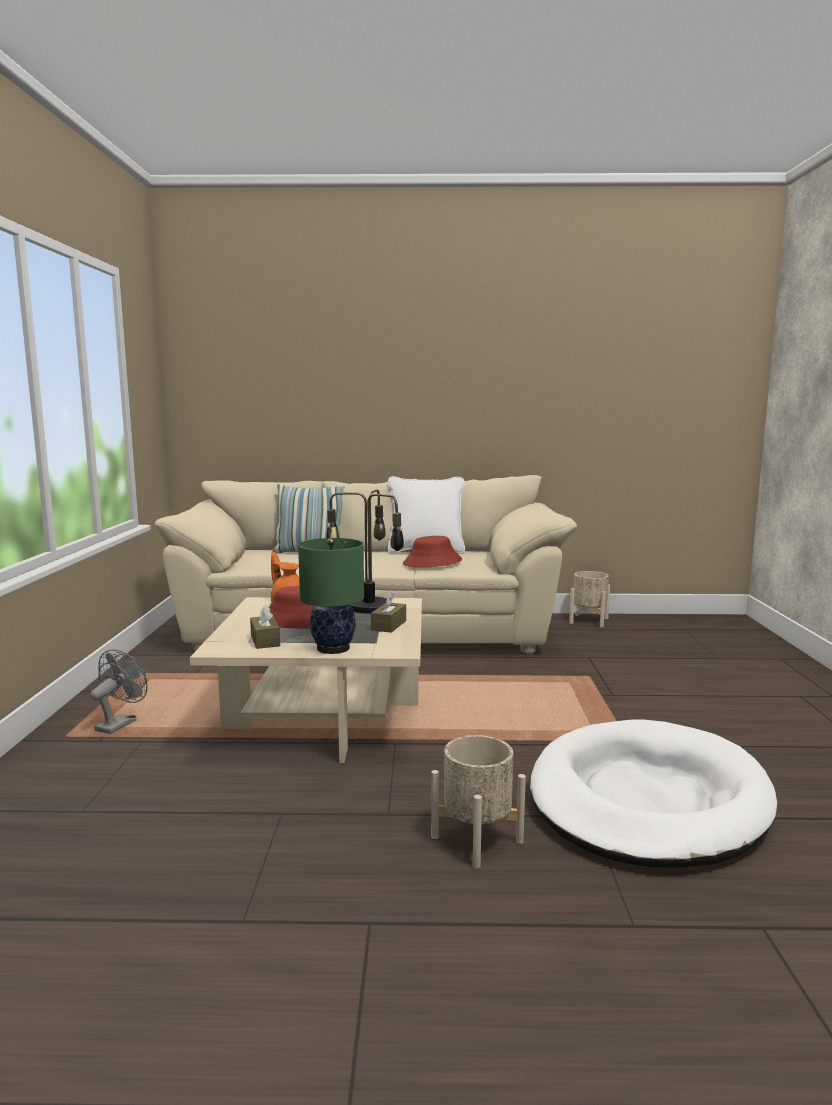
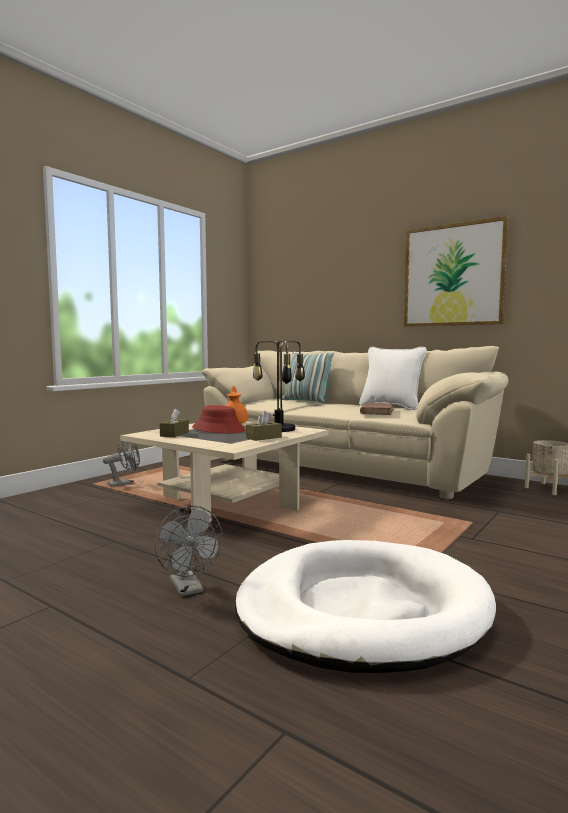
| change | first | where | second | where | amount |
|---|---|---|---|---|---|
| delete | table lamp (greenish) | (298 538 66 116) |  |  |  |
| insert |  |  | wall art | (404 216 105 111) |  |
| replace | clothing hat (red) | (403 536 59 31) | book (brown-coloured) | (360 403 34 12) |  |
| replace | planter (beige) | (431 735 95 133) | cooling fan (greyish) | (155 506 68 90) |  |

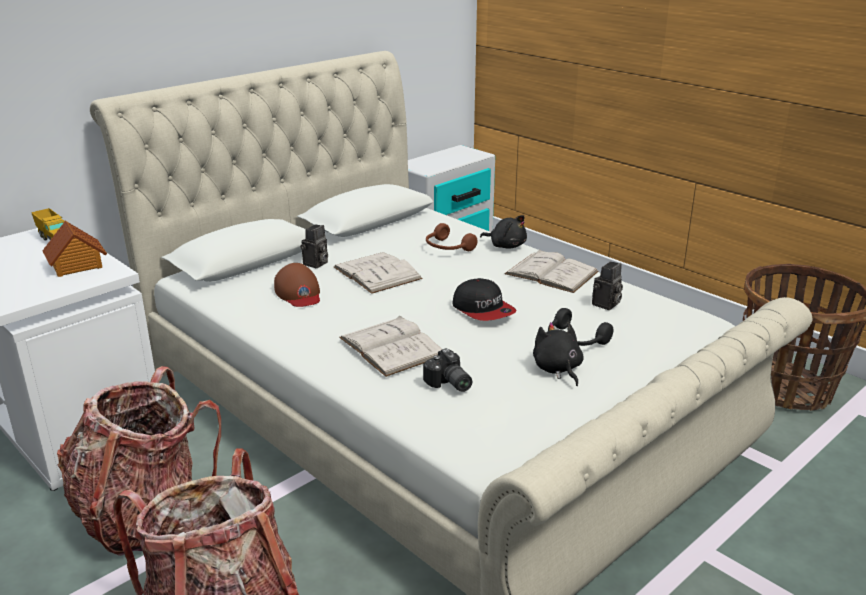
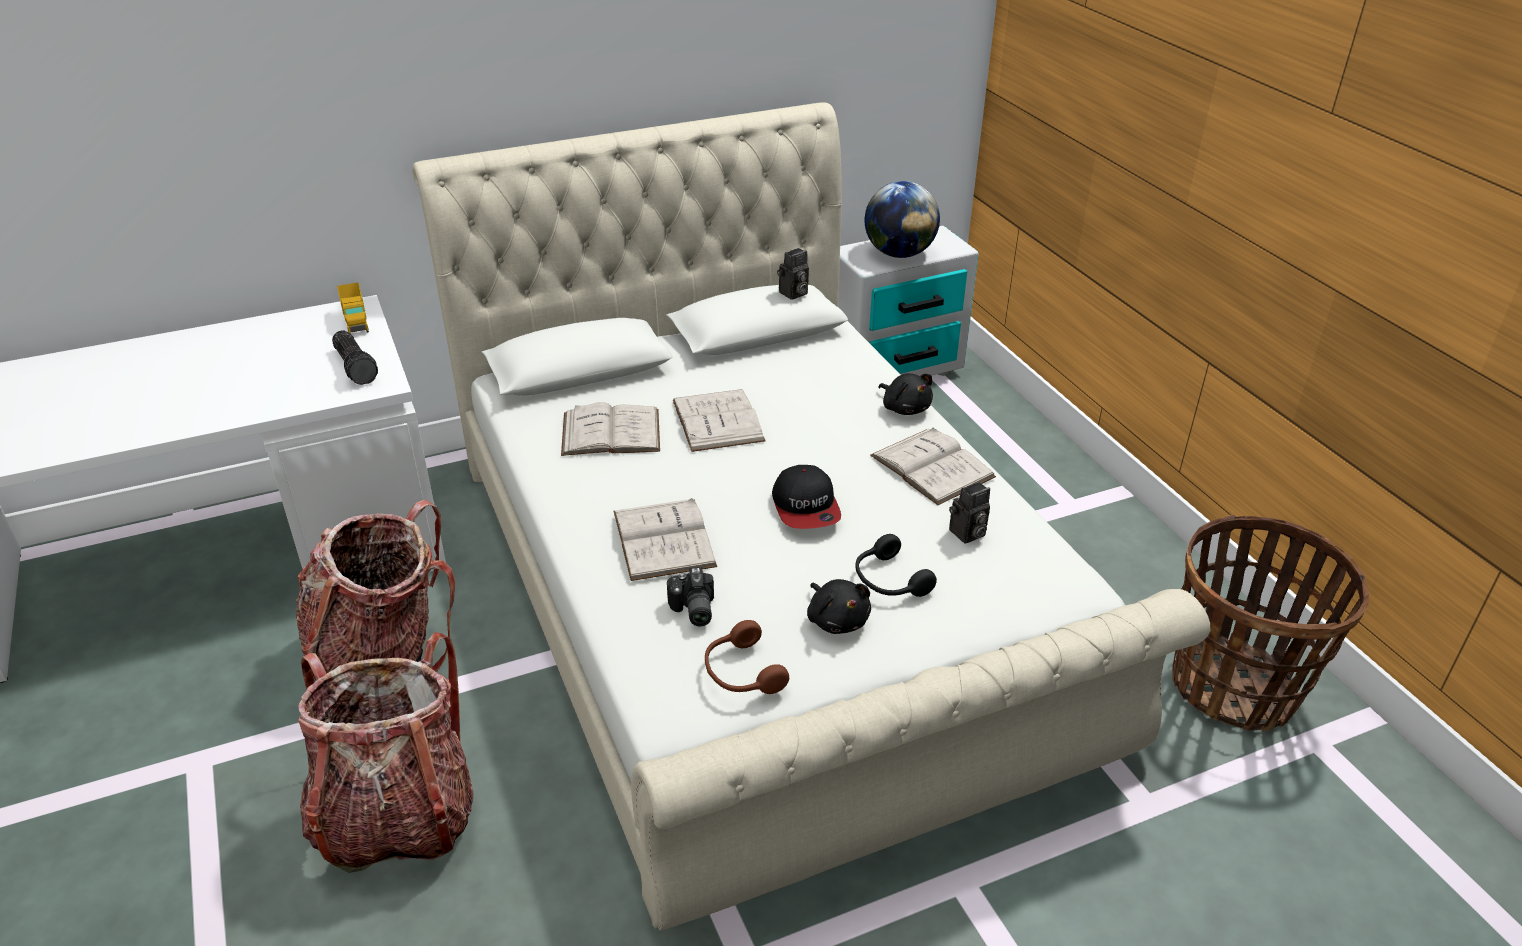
| change | first | where | second | where | amount |
|---|---|---|---|---|---|
| insert |  |  | desk globe | (865 181 75 77) |  |
| move | still camera | (300 224 28 44) |  | (777 248 32 52) |  |
| move | headphones (brown-coloured) | (426 223 52 28) |  | (705 620 84 74) |  |
| replace | miniature house | (42 221 65 56) | torch | (332 331 46 54) |  |
| replace | baseball cap (brown-coloured) | (274 263 46 44) | book (whitish) | (561 402 99 54) |  |
| rotate | plush toy (black) | (533 322 51 64) |  | (807 579 64 55) | 150 degrees clockwise |

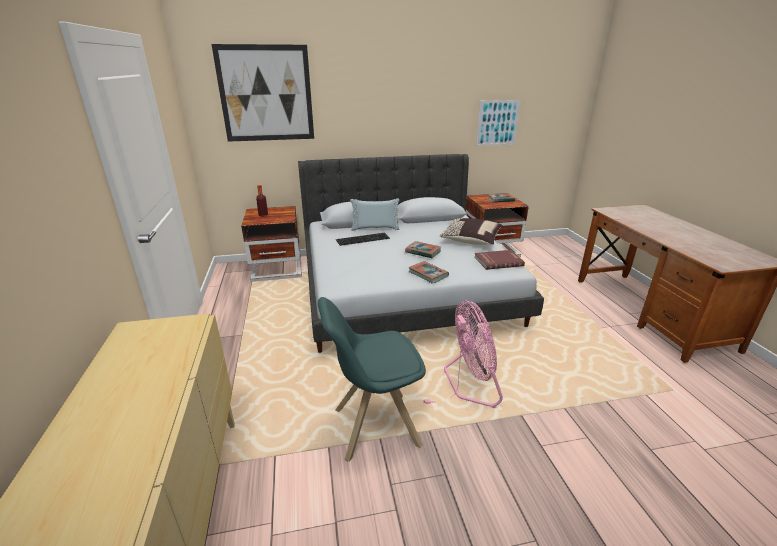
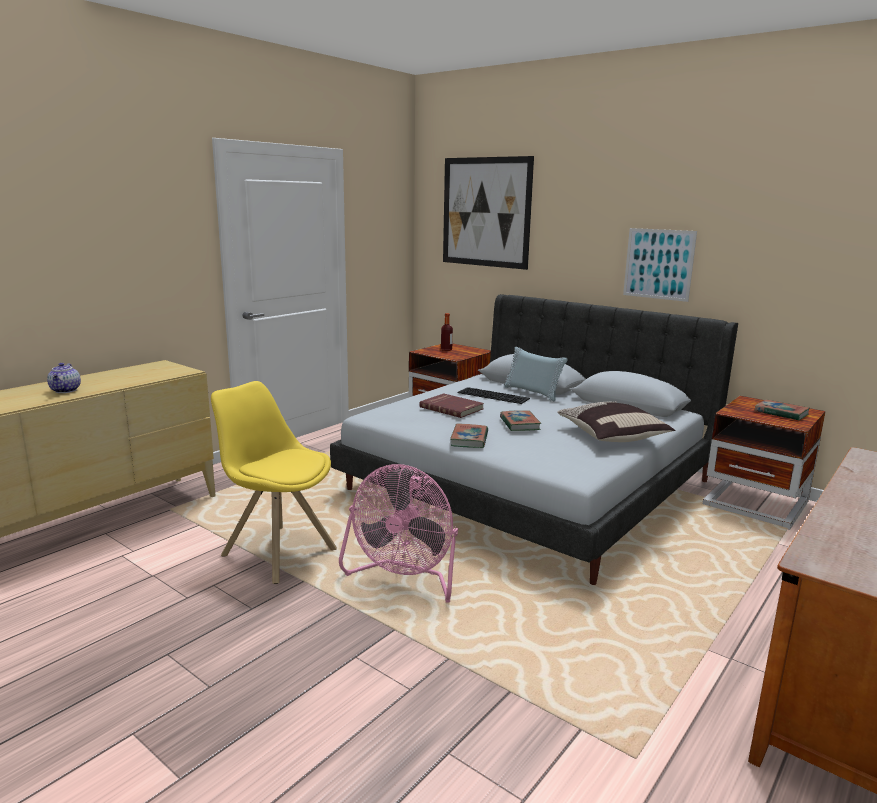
| change | first | where | second | where | amount |
|---|---|---|---|---|---|
| insert |  |  | pot for tea | (47 363 34 30) |  |
| move | book (red) | (475 250 50 20) |  | (419 393 65 25) |  |
| move | wall art | (476 100 45 46) |  | (623 228 74 74) |  |
| recolor | upright chair (turquoise) | (318 297 108 165) | upright chair (yellowish) | (211 381 126 203) |  |
| rotate | cooling fan (pink) | (425 300 78 108) |  | (339 464 119 138) | 75 degrees clockwise |

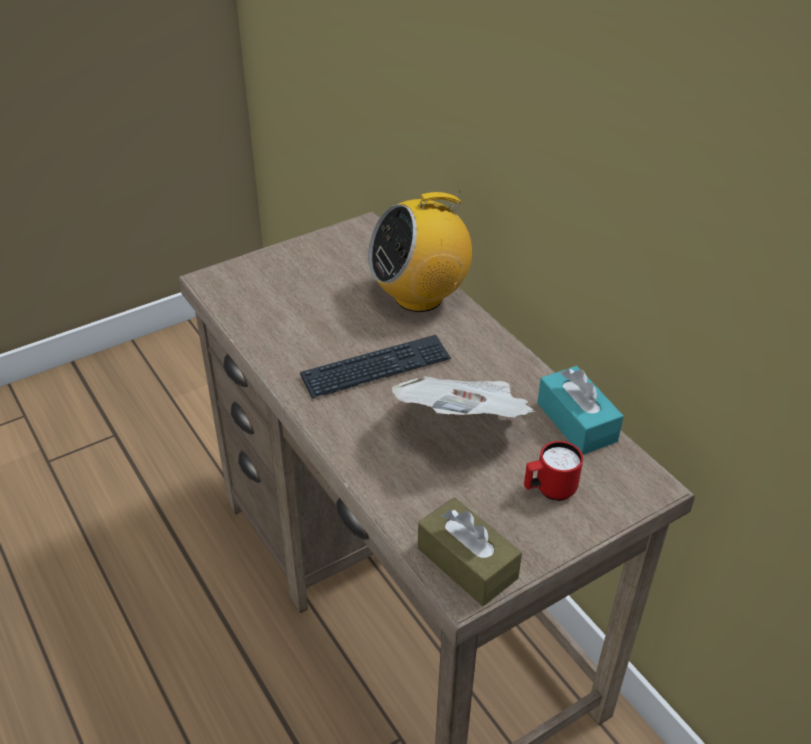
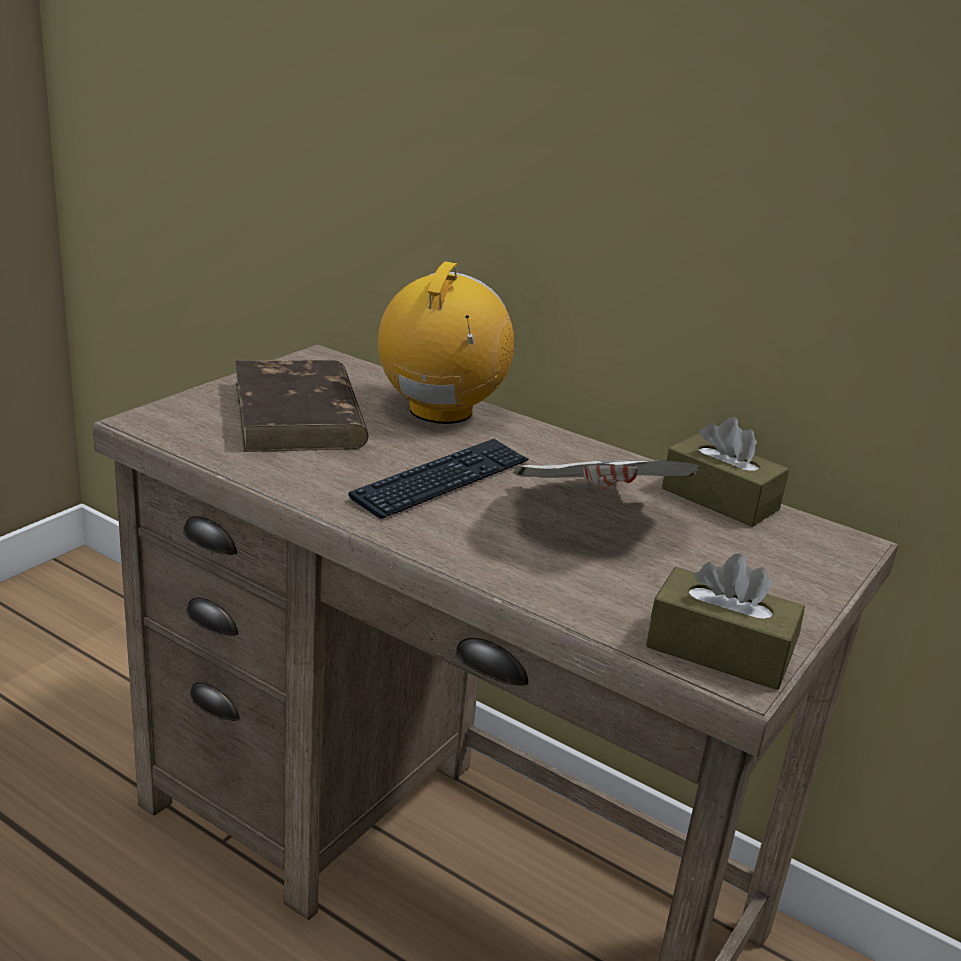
| change | first | where | second | where | amount |
|---|---|---|---|---|---|
| delete | mug (red) | (524 441 59 60) |  |  |  |
| insert |  |  | book (brown-coloured) | (235 360 134 92) |  |
| recolor | tissue box (turquoise) | (537 366 87 89) | tissue box (brown-coloured) | (662 417 127 110) |  |
| rotate | radio set | (368 190 104 122) |  | (378 262 136 162) | 150 degrees clockwise |

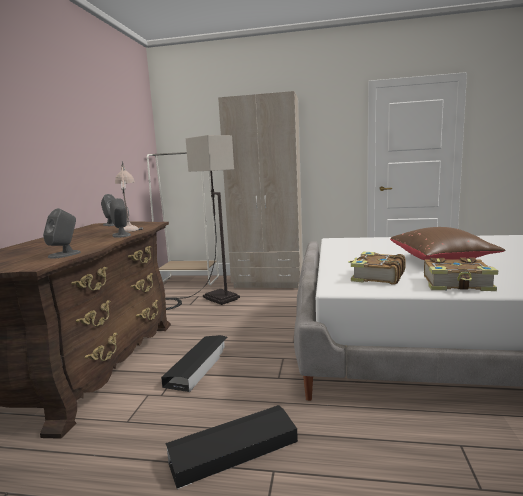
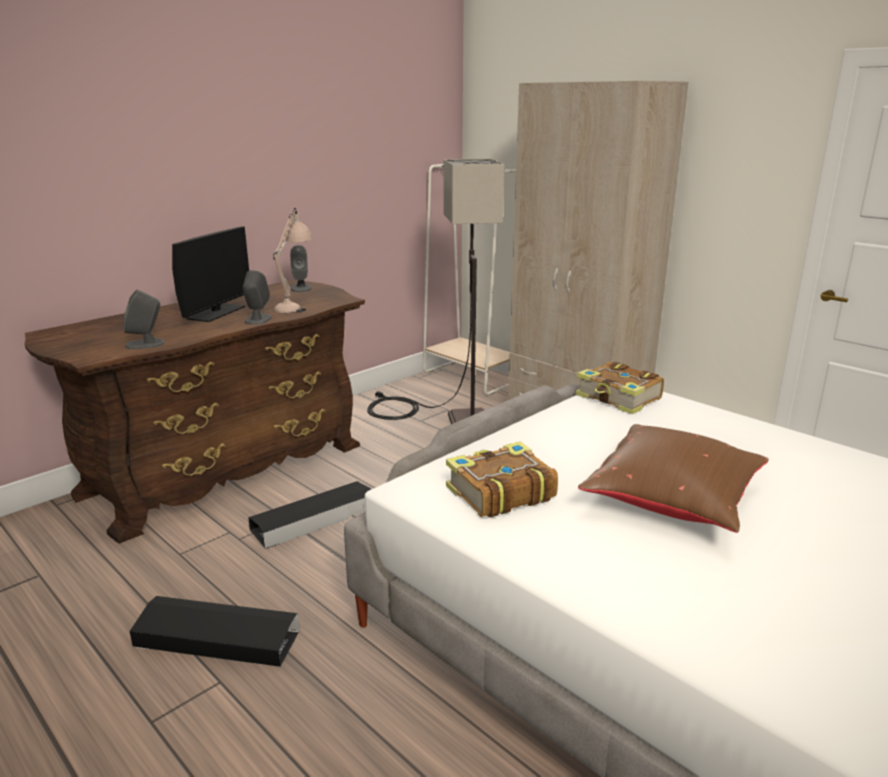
| change | first | where | second | where | amount |
|---|---|---|---|---|---|
| insert |  |  | monitor | (172 226 77 96) |  |
| move | book | (424 258 74 33) |  | (576 362 88 52) |  |

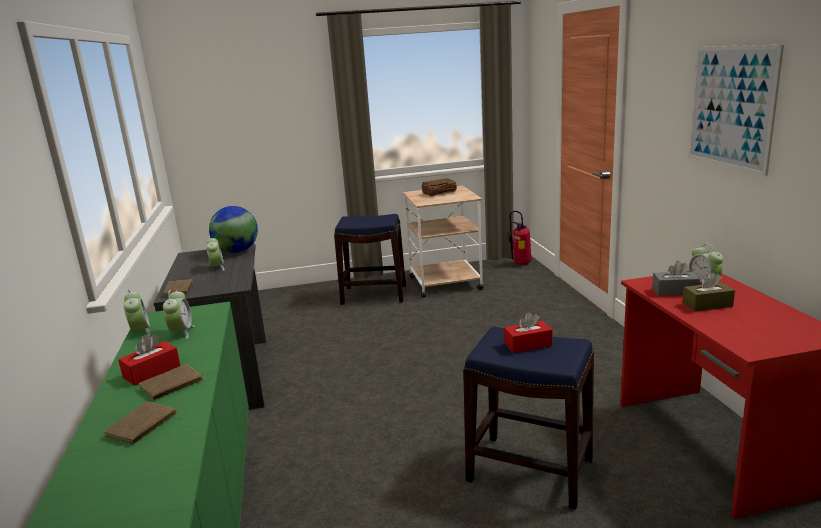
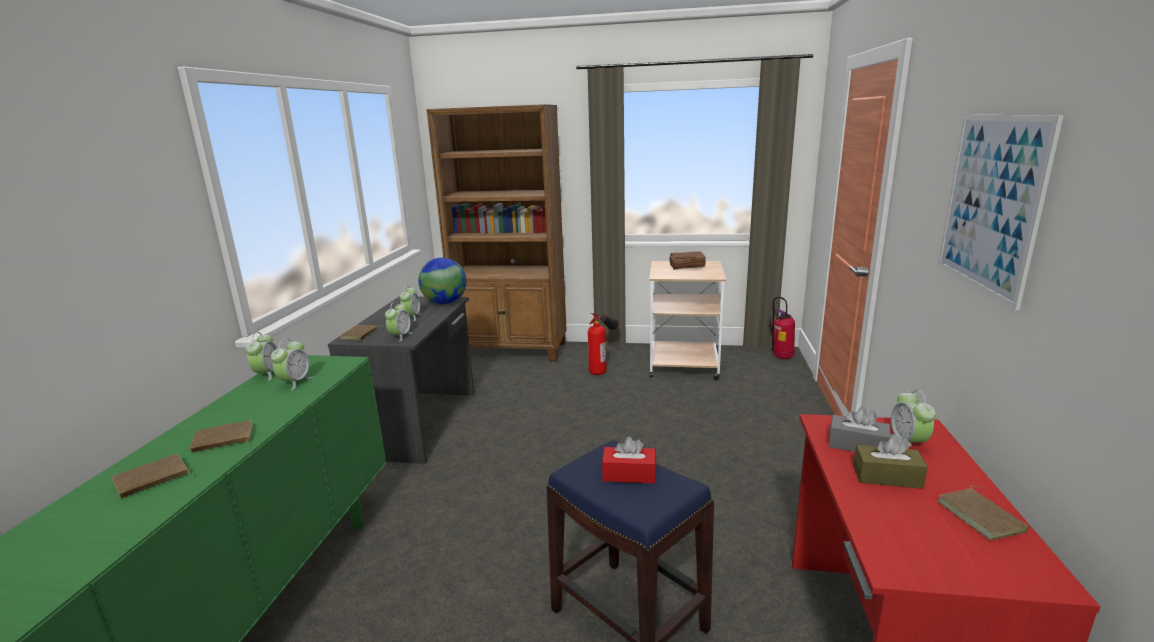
| change | first | where | second | where | amount |
|---|---|---|---|---|---|
| delete | tissue box (red) | (118 334 62 52) |  |  |  |
| insert |  |  | alarm clock | (385 302 27 40) |  |
| insert |  |  | bookshelf (brown-coloured) | (427 104 139 257) |  |
| insert |  |  | book (brown-coloured) | (937 485 93 56) |  |
| replace | sitting stool | (334 214 72 91) | fire-fighting cylinder | (588 313 31 62) |  |

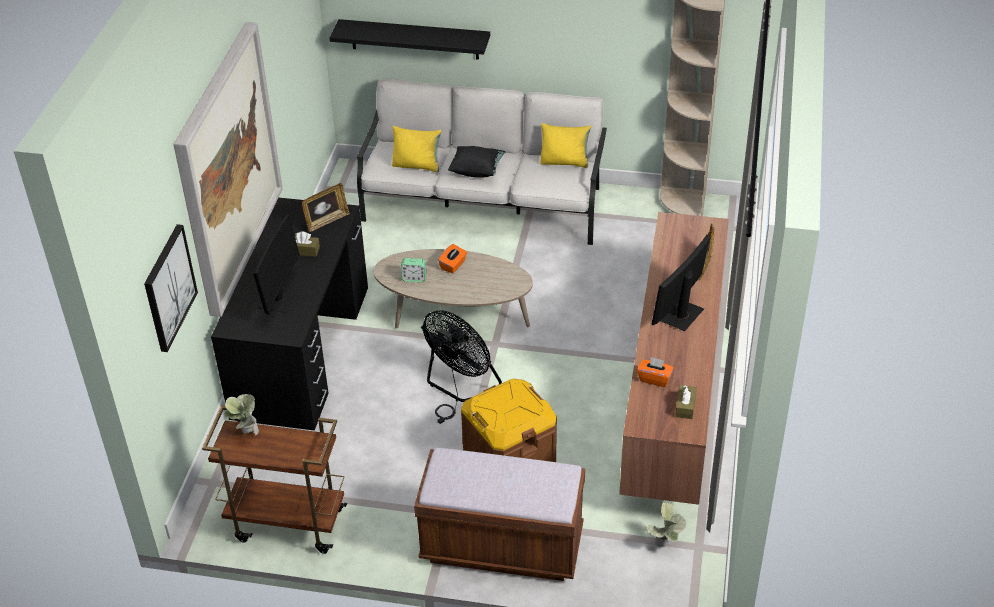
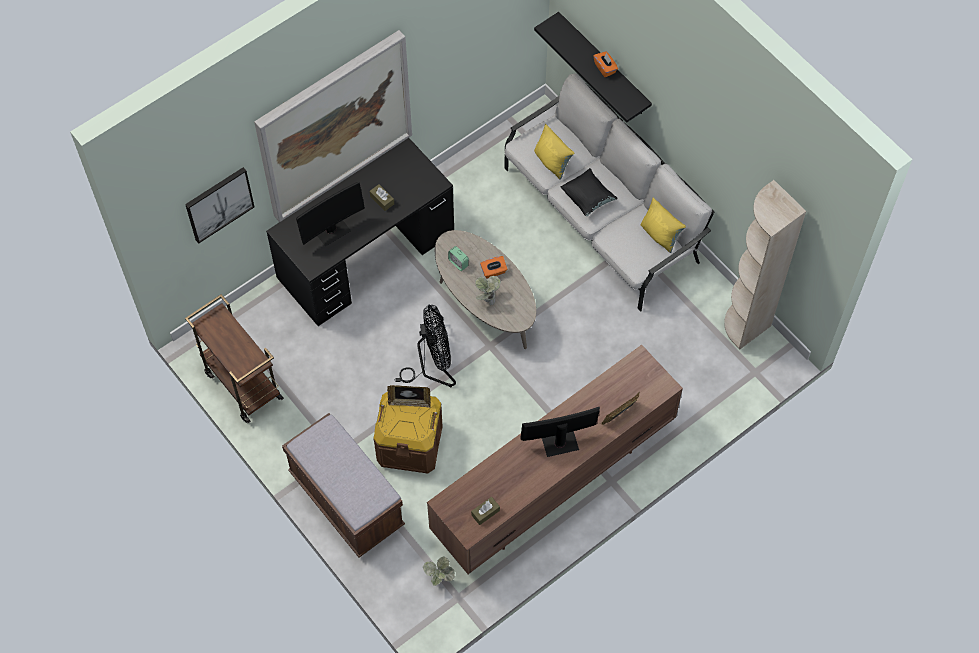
| change | first | where | second | where | amount |
|---|---|---|---|---|---|
| move | houseplant | (224 394 35 41) |  | (475 276 26 29) |  |
| move | picture frame | (302 183 48 49) |  | (387 385 44 23) |  |
| move | tissue box (orangey) | (637 357 37 30) |  | (593 51 25 26) |  |

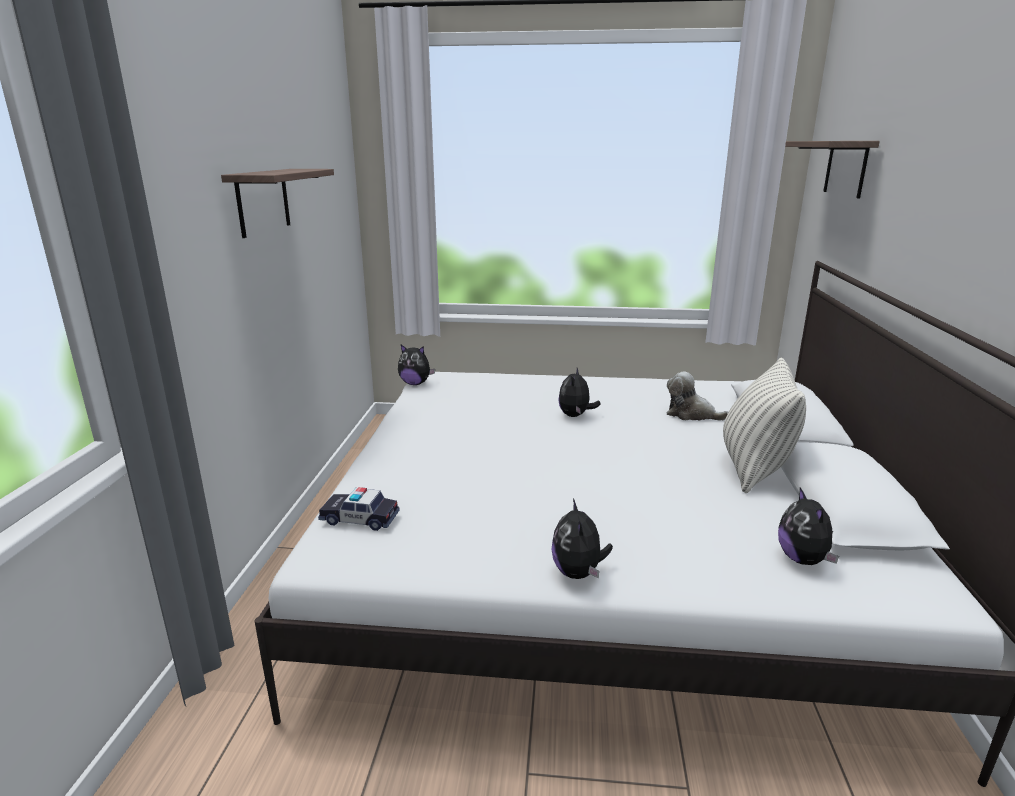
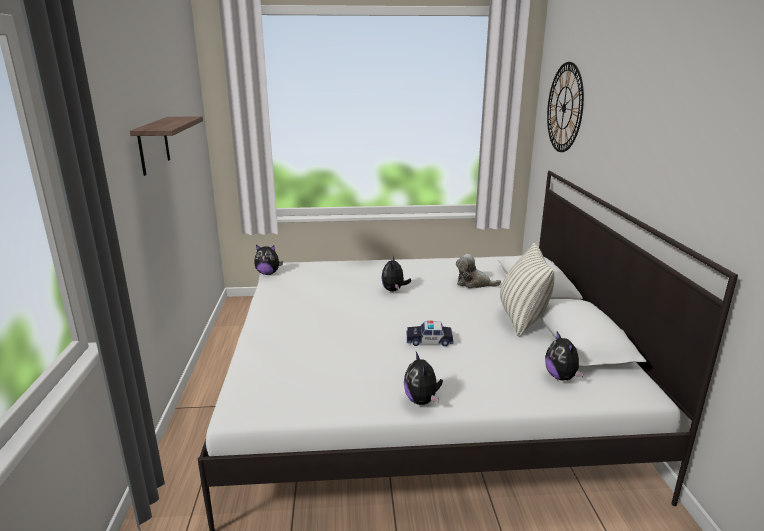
| change | first | where | second | where | amount |
|---|---|---|---|---|---|
| move | miniature car | (318 487 81 44) |  | (407 321 46 25) |  |
| replace | wall shelf | (785 141 95 57) | hanging clock | (547 62 37 90) |  |

